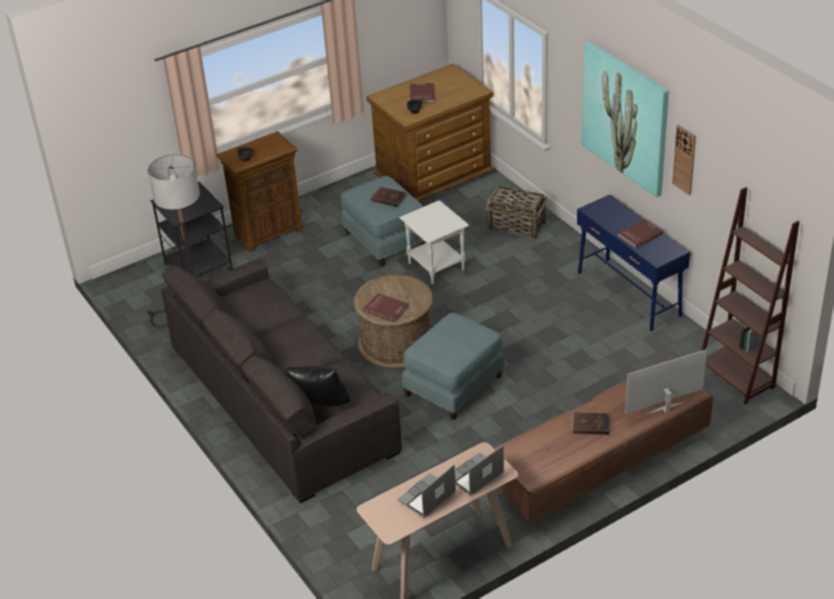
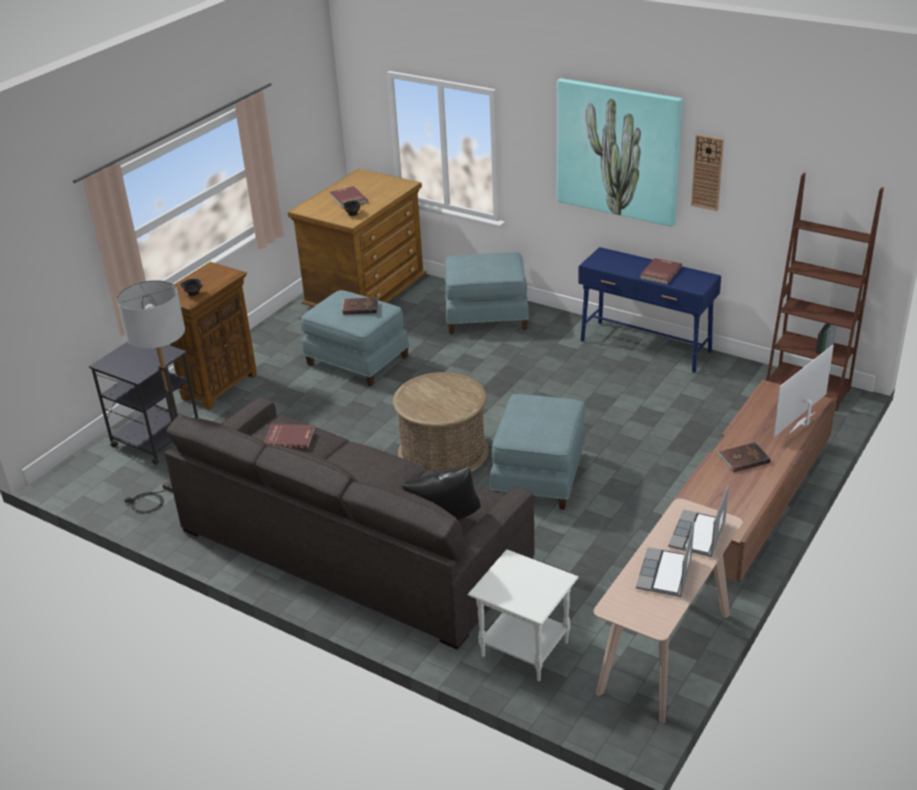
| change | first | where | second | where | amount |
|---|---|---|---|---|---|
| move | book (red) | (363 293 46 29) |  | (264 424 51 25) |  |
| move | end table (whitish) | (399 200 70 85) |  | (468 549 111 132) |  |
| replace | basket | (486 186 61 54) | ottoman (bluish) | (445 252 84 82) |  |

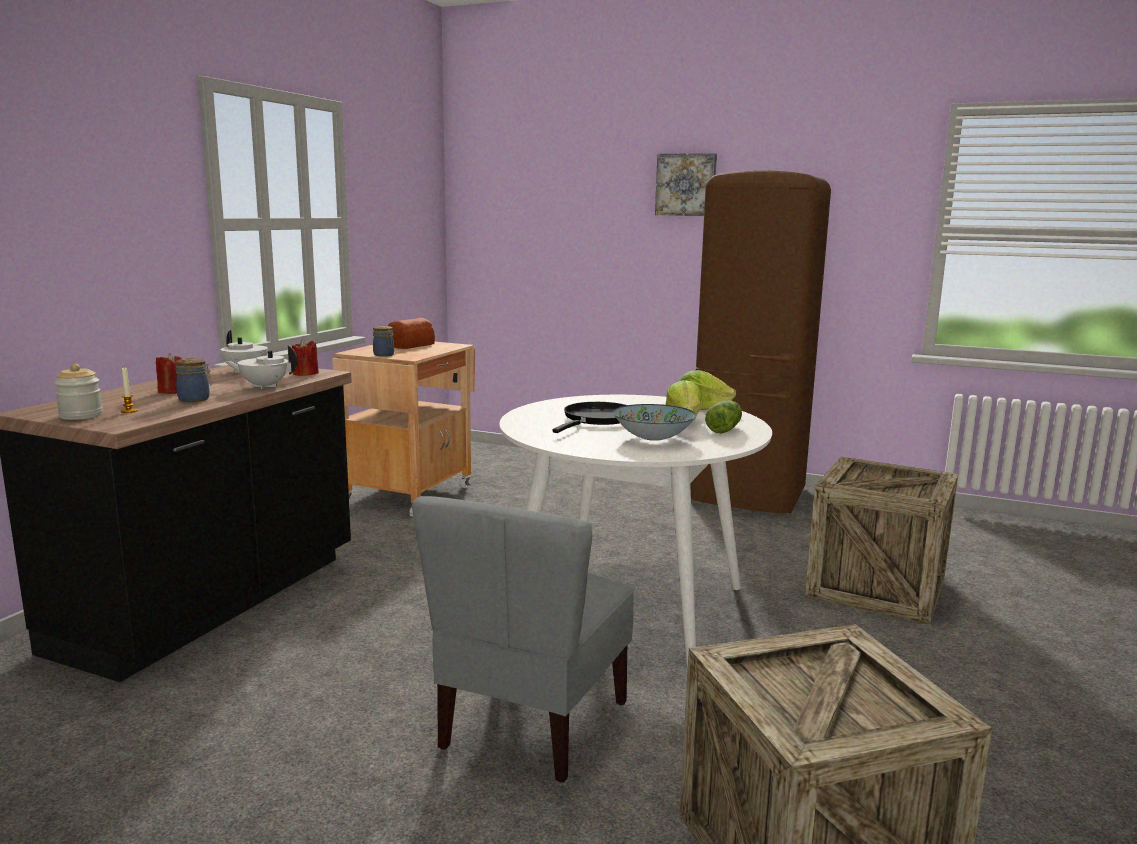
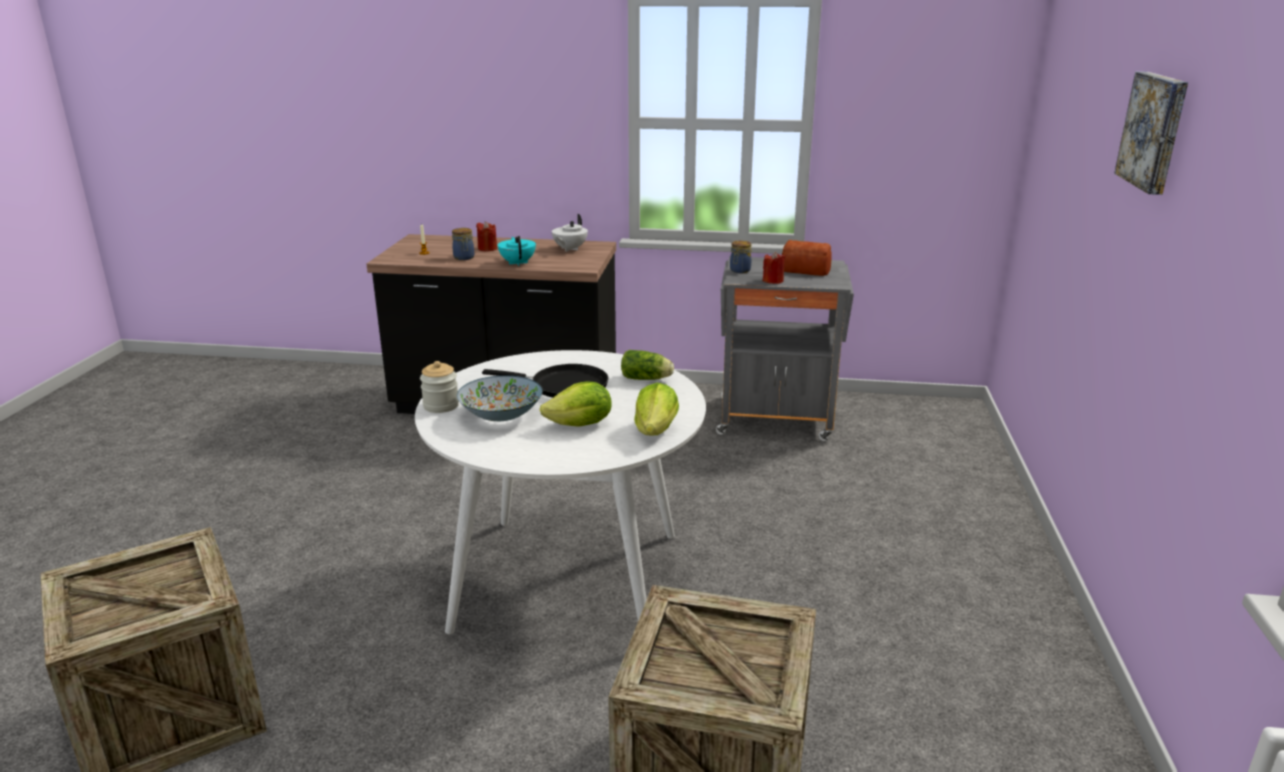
| change | first | where | second | where | amount |
|---|---|---|---|---|---|
| delete | upright chair (greyish) | (412 496 222 287) |  |  |  |
| delete | refrigerator (brown-coloured) | (690 170 141 343) |  |  |  |
| move | jar | (54 364 49 56) |  | (420 361 39 52) |  |
| move | wax candle (red) | (292 339 27 37) |  | (763 252 22 32) |  |
| move | head of lettuce | (705 400 37 33) |  | (621 350 53 30) |  |
| recolor | pot for tea (whitish) | (225 345 72 44) | pot for tea (turquoise) | (498 236 38 30) |  |
| recolor | cart (brown-coloured) | (332 342 143 175) | cart (greyish) | (716 256 138 185) |  |

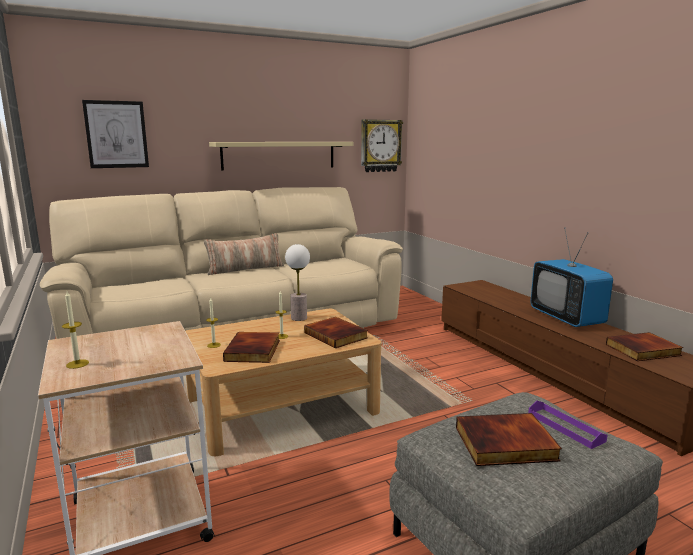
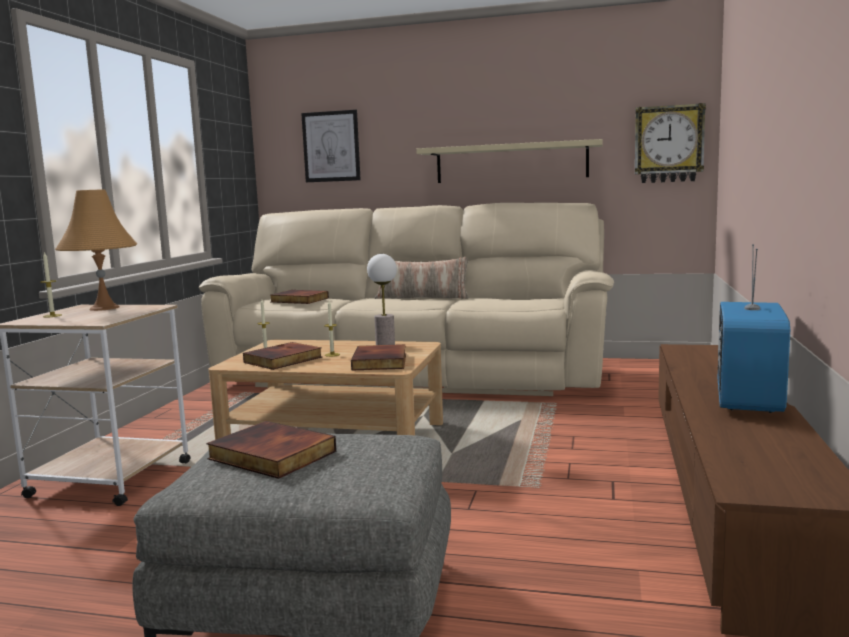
| change | first | where | second | where | amount |
|---|---|---|---|---|---|
| delete | tray (purplish) | (528 401 79 48) |  |  |  |
| insert |  |  | table lamp (orangey) | (55 190 82 121) |  |
| move | book | (606 332 77 29) |  | (271 290 58 14) |  |

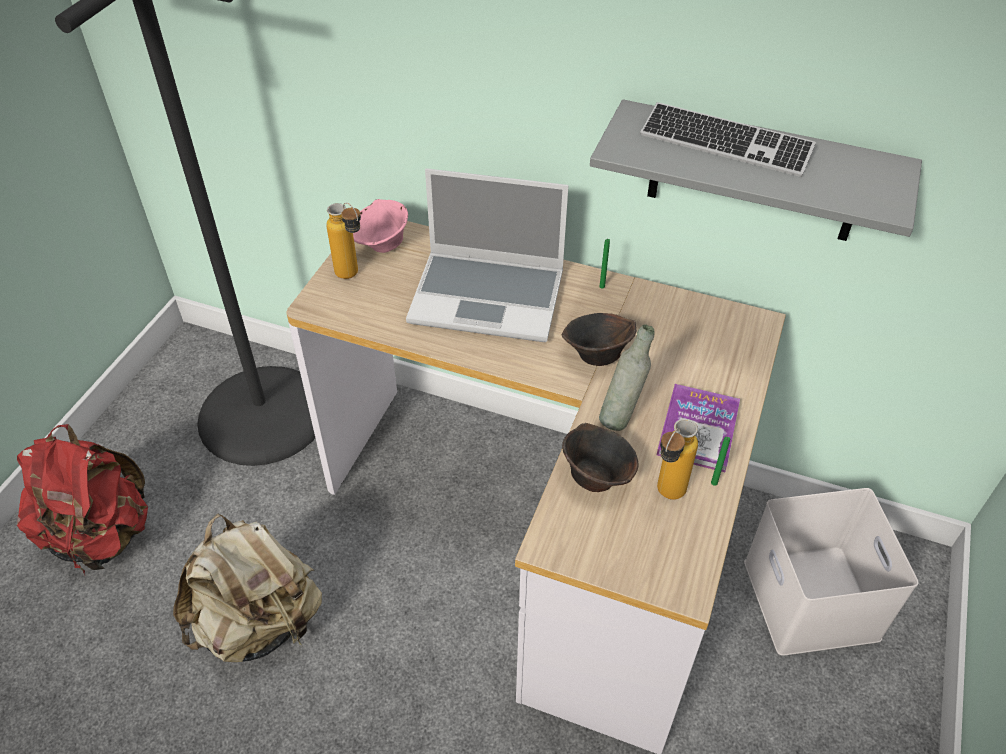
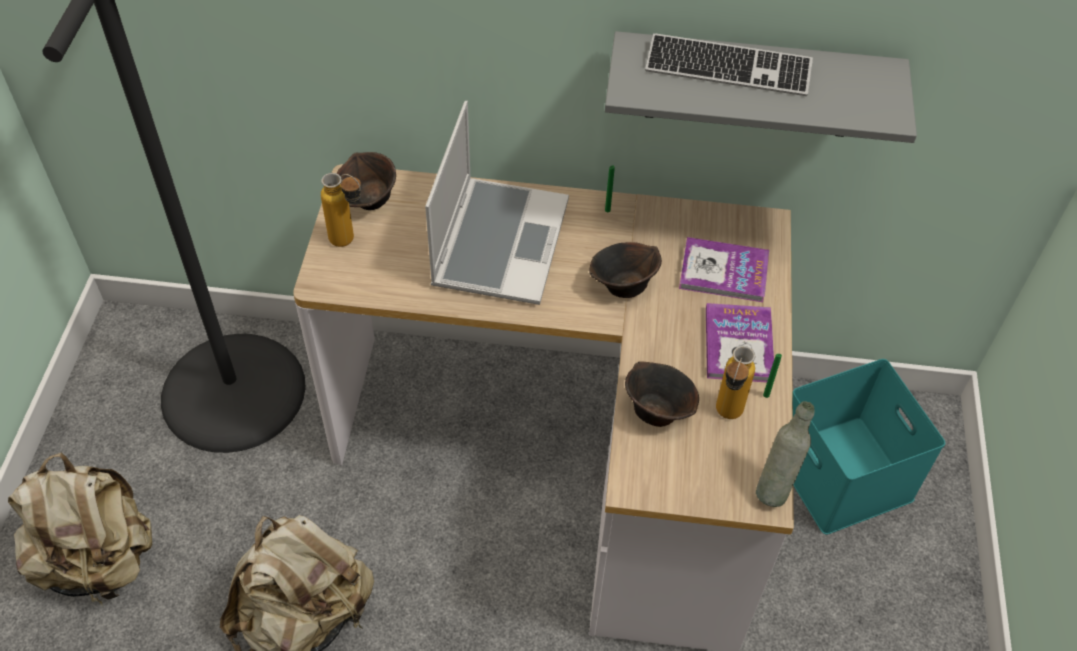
| change | first | where | second | where | amount |
|---|---|---|---|---|---|
| insert |  |  | book | (679 237 90 65) |  |
| move | drink bottle (greyish) | (599 324 55 107) |  | (756 401 58 106) |  |
| recolor | rucksack (red) | (17 424 131 151) | rucksack (beige) | (8 453 144 152) |  |
| recolor | serving bowl (pink) | (353 199 55 54) | serving bowl (brown-coloured) | (336 152 60 58) |  |
| recolor | storage container (whitish) | (744 488 175 168) | storage container (turquoise) | (792 359 153 176) |  |
| rotate | notebook computer | (406 168 163 174) |  | (425 101 144 204) | 75 degrees counterclockwise |

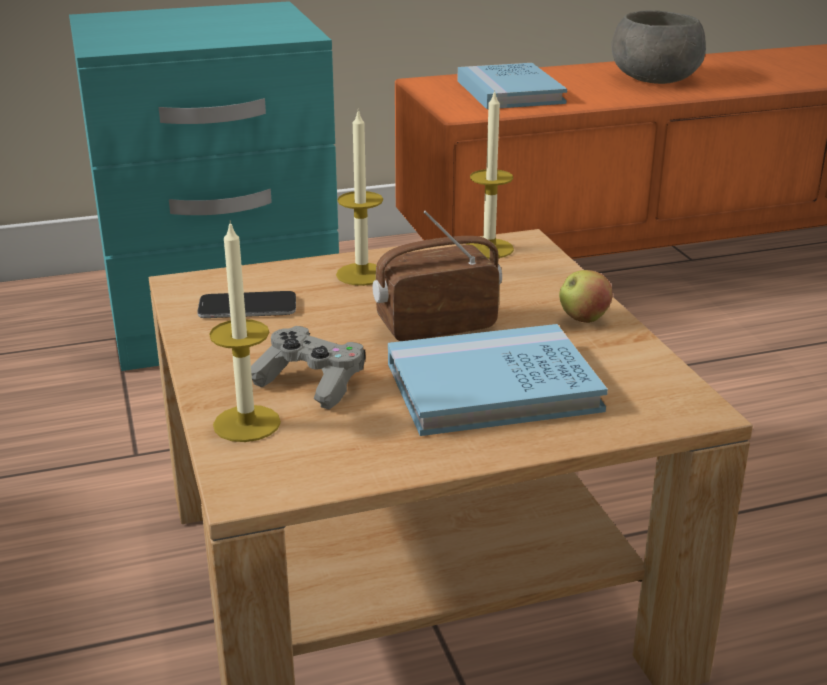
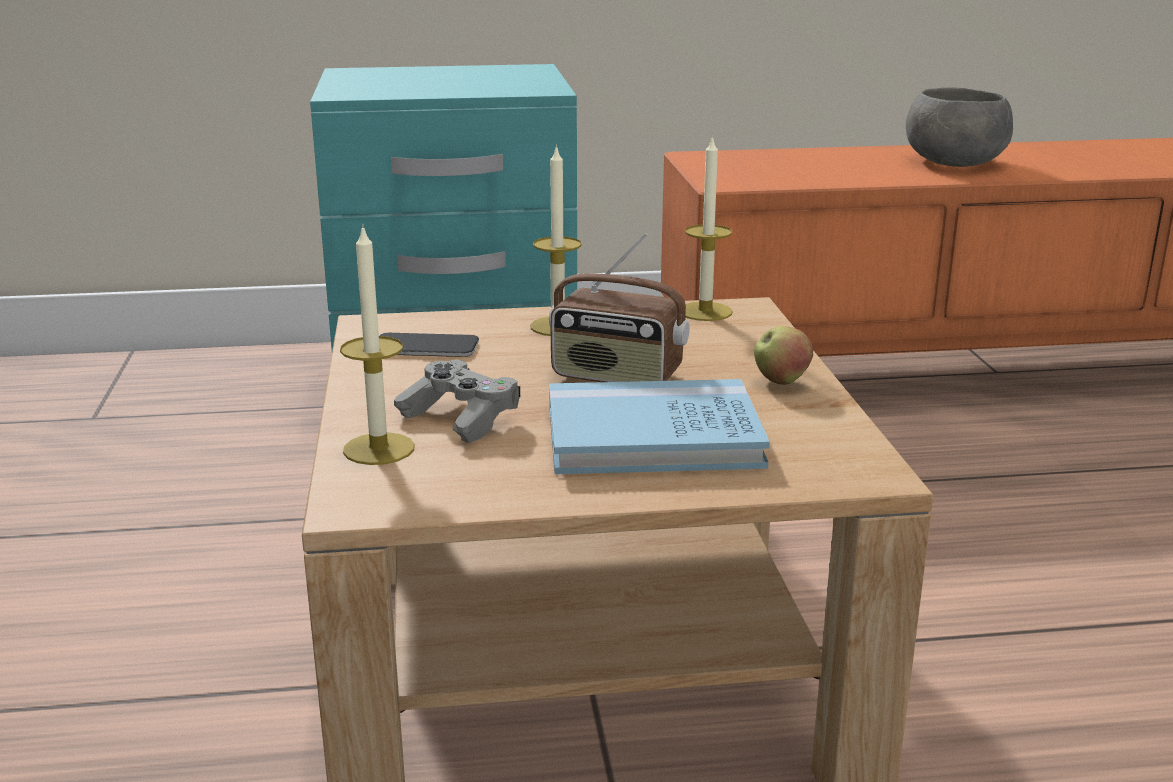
| change | first | where | second | where | amount |
|---|---|---|---|---|---|
| delete | book (bluish) | (457 63 110 46) |  |  |  |
| rotate | radio set | (372 211 130 130) |  | (549 233 141 149) | 150 degrees counterclockwise |

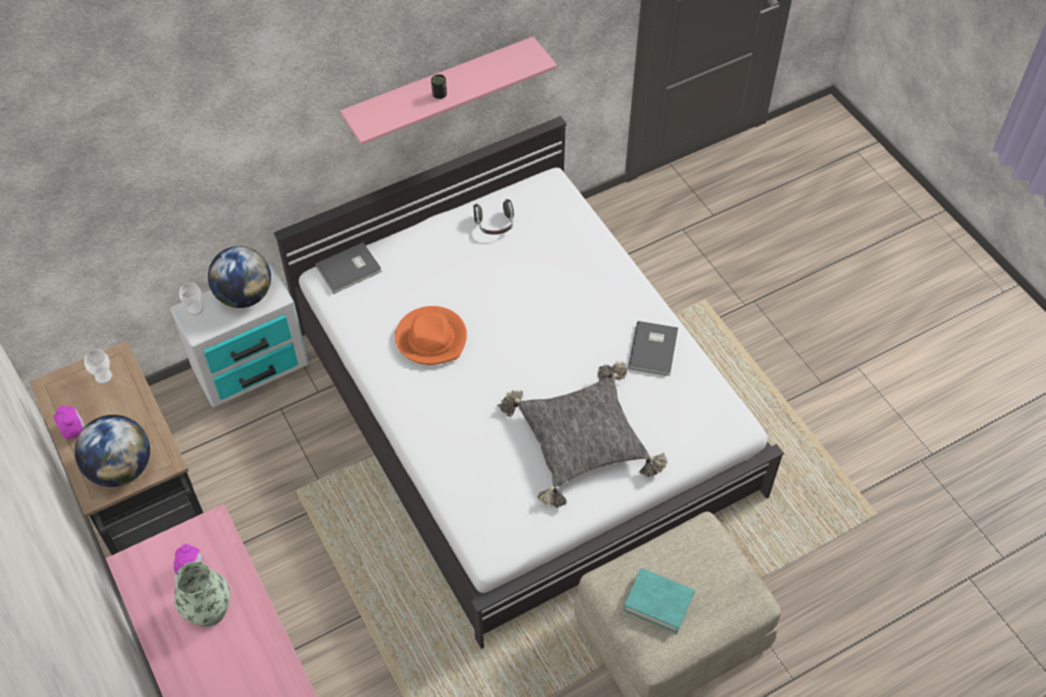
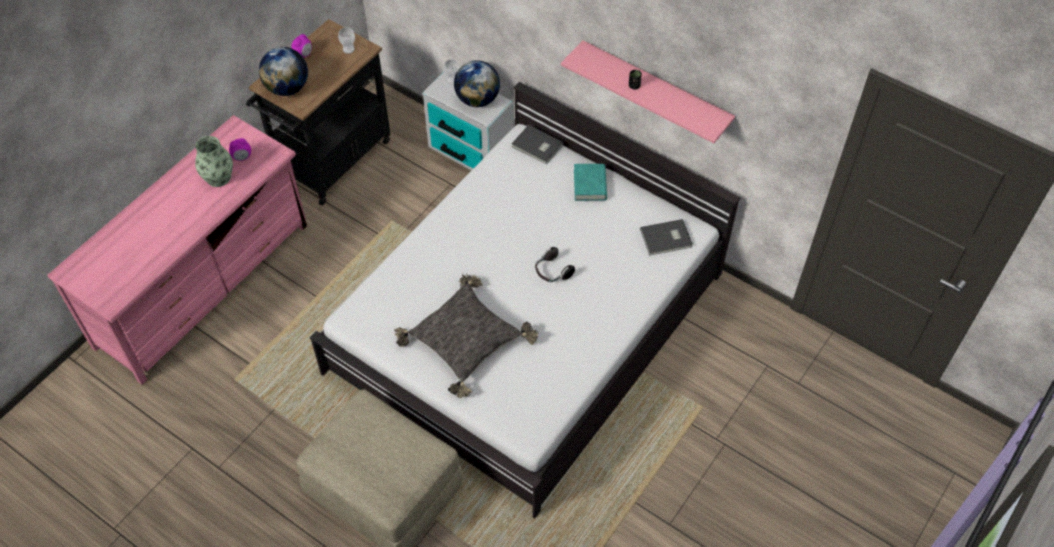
| change | first | where | second | where | amount |
|---|---|---|---|---|---|
| delete | clothing hat (orangey) | (395 306 72 59) |  |  |  |
| move | headphones | (473 199 41 36) |  | (535 247 40 35) |  |
| move | book (turquoise) | (623 568 72 65) |  | (574 164 33 37) |  |
| move | book (greyish) | (628 321 50 55) |  | (640 219 53 37) |  |

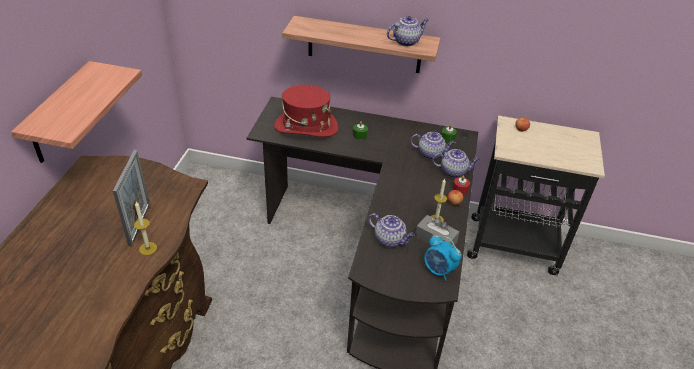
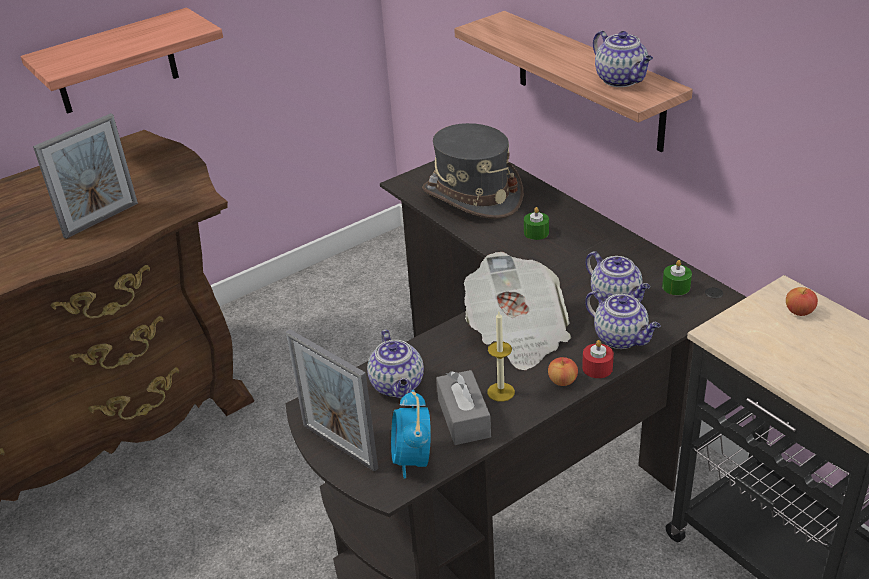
| change | first | where | second | where | amount |
|---|---|---|---|---|---|
| delete | wax candle | (134 202 23 53) |  |  |  |
| insert |  |  | picture frame | (286 329 92 143) |  |
| insert |  |  | newspaper | (464 252 107 118) |  |
| recolor | clothing hat (red) | (274 85 64 52) | clothing hat (greyish) | (422 123 101 96) |  |
| rotate | pot for tea | (387 16 42 30) |  | (593 31 60 56) | 45 degrees clockwise |

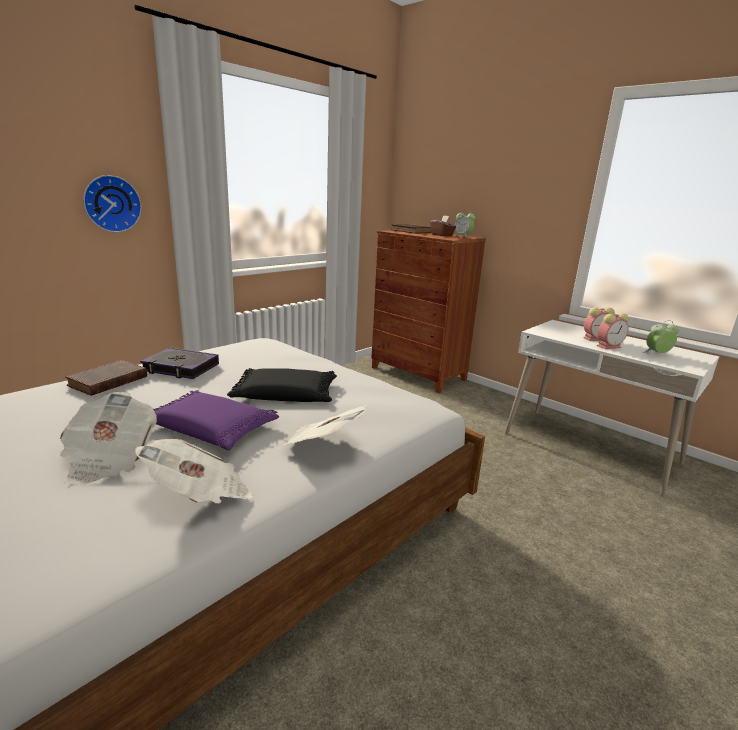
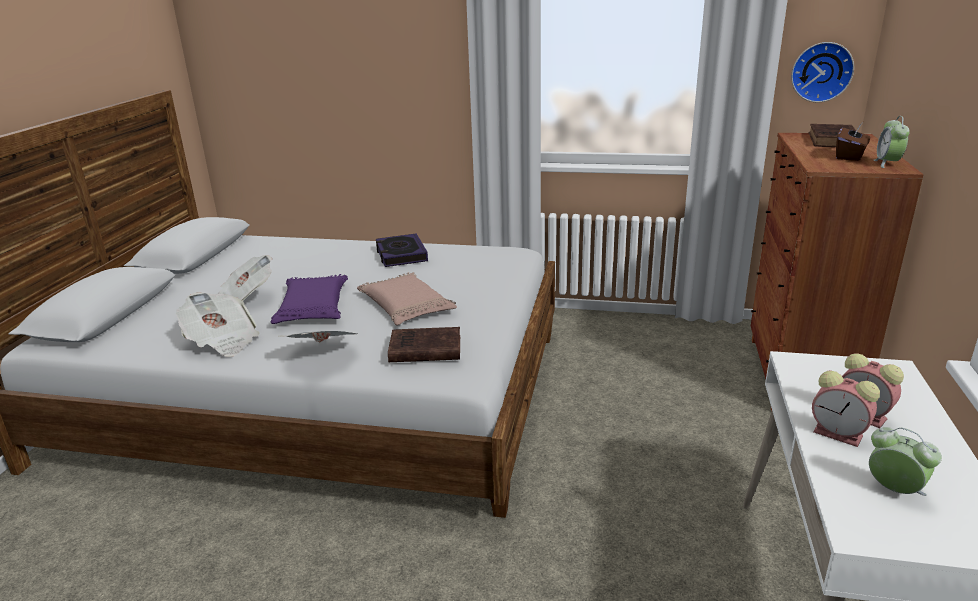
| change | first | where | second | where | amount |
|---|---|---|---|---|---|
| move | book (brown-coloured) | (65 360 83 36) |  | (388 327 72 35) |  |
| move | hanging clock | (83 175 59 58) |  | (791 42 63 60) |  |
| recolor | pillow (black) | (227 368 110 34) | pillow (beige) | (357 272 100 54) |  |

